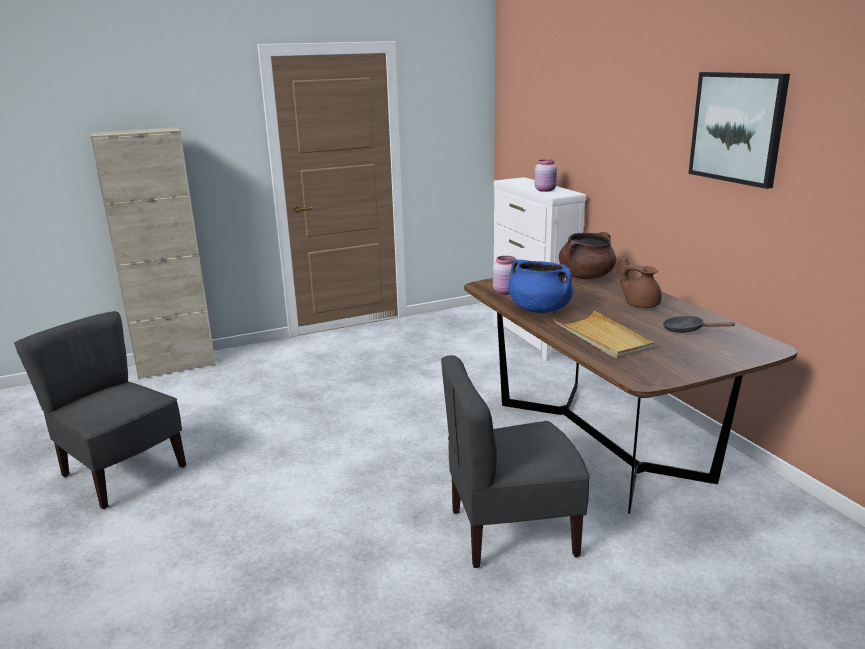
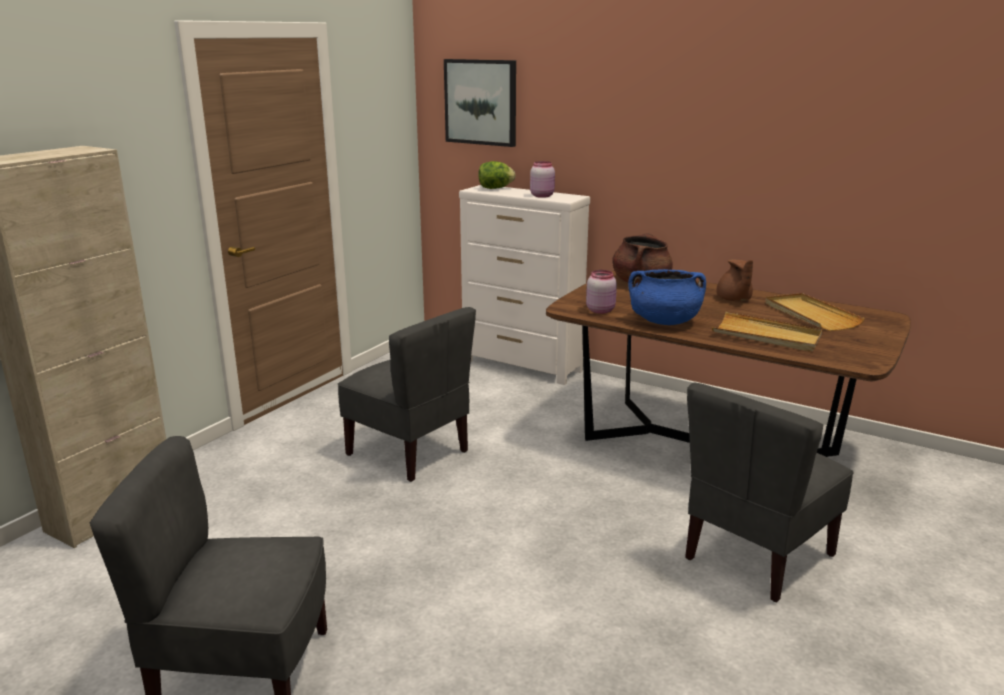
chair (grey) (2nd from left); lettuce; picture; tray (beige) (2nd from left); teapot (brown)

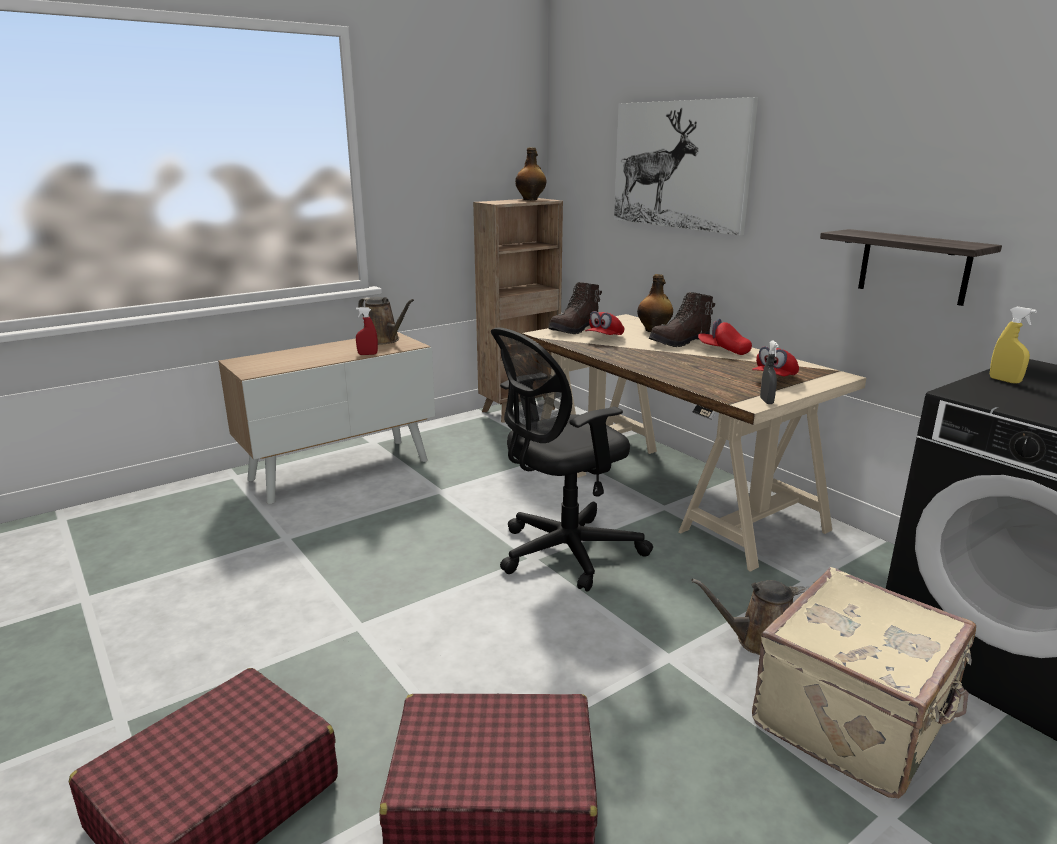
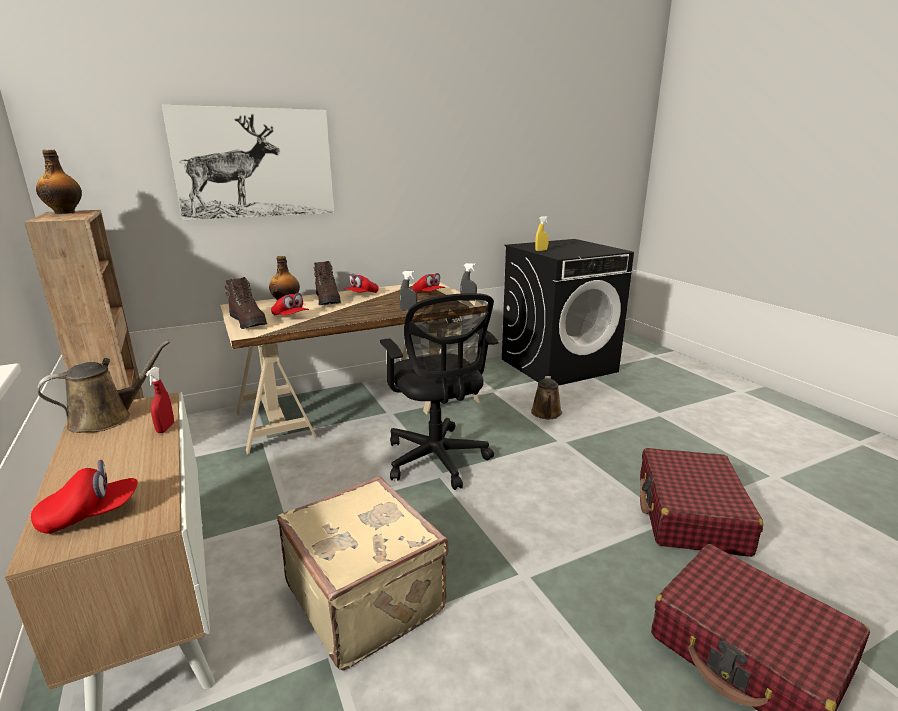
shelf; cap (red) (1st from left); spray bottle (grey) (1st from left); suitcase (beige)

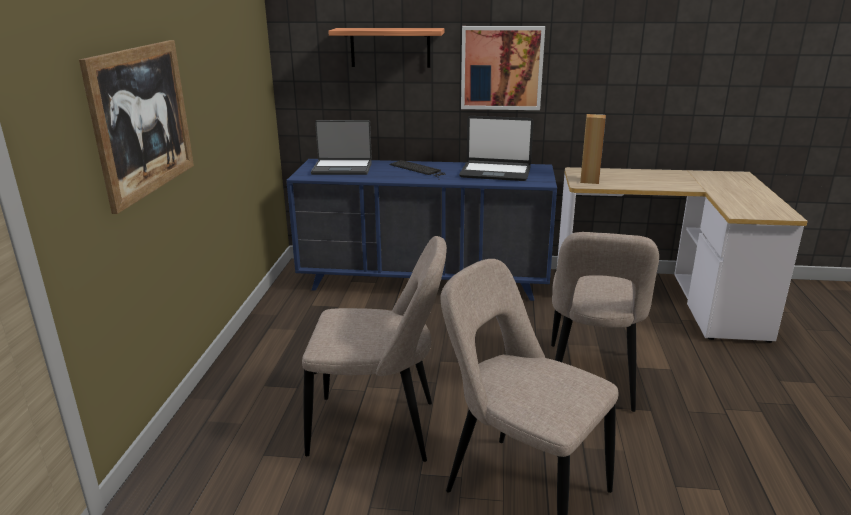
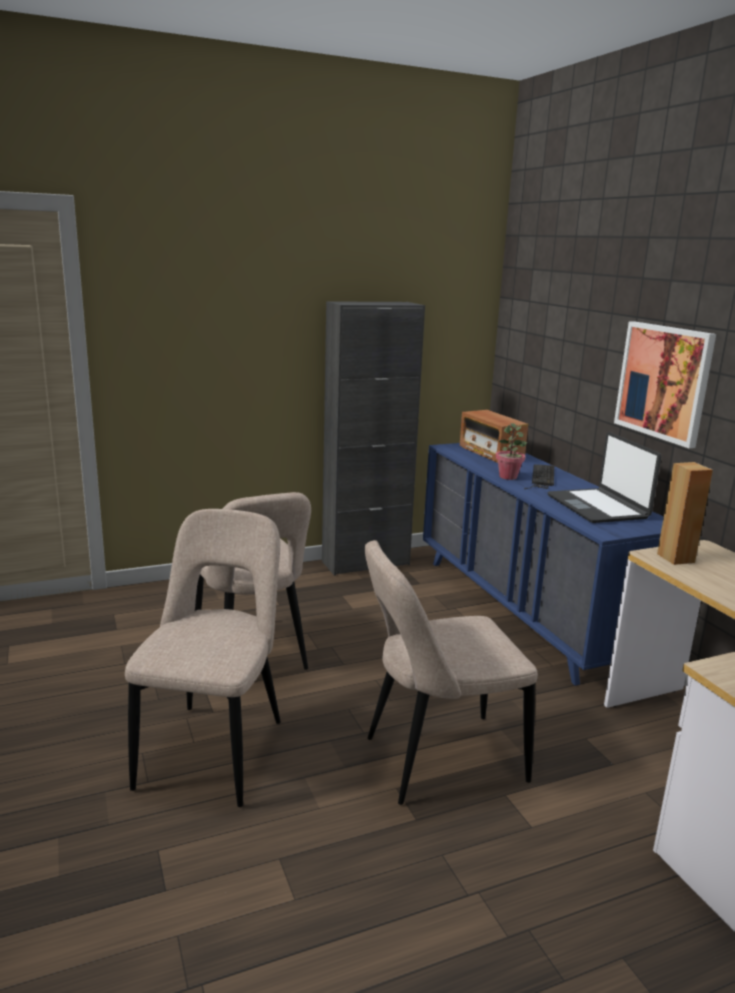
picture (1st from left in the first image); shelf; cabinet (black); potted plant; radio

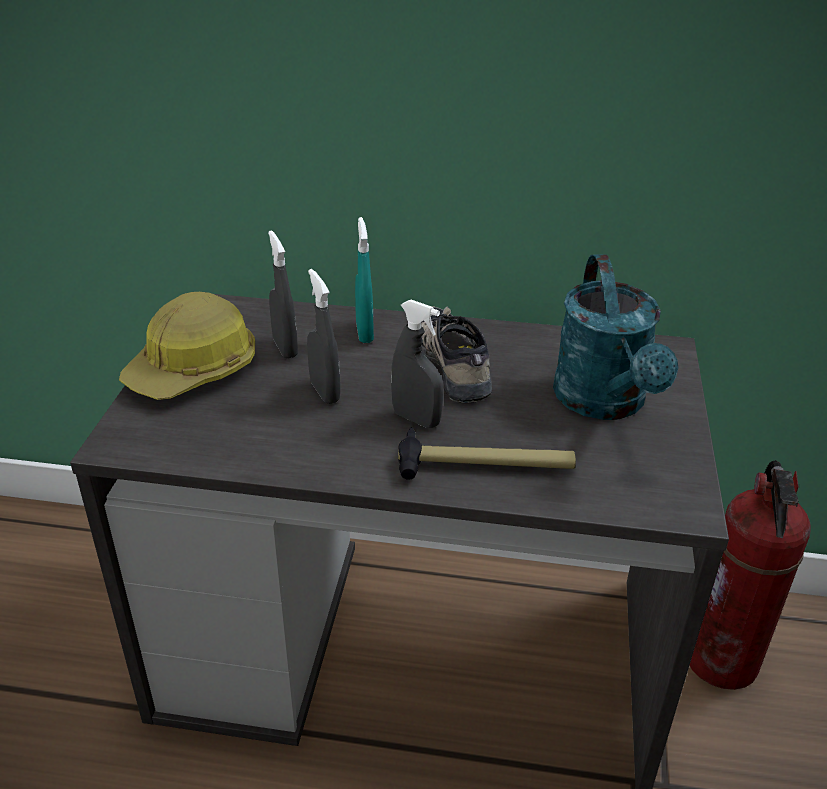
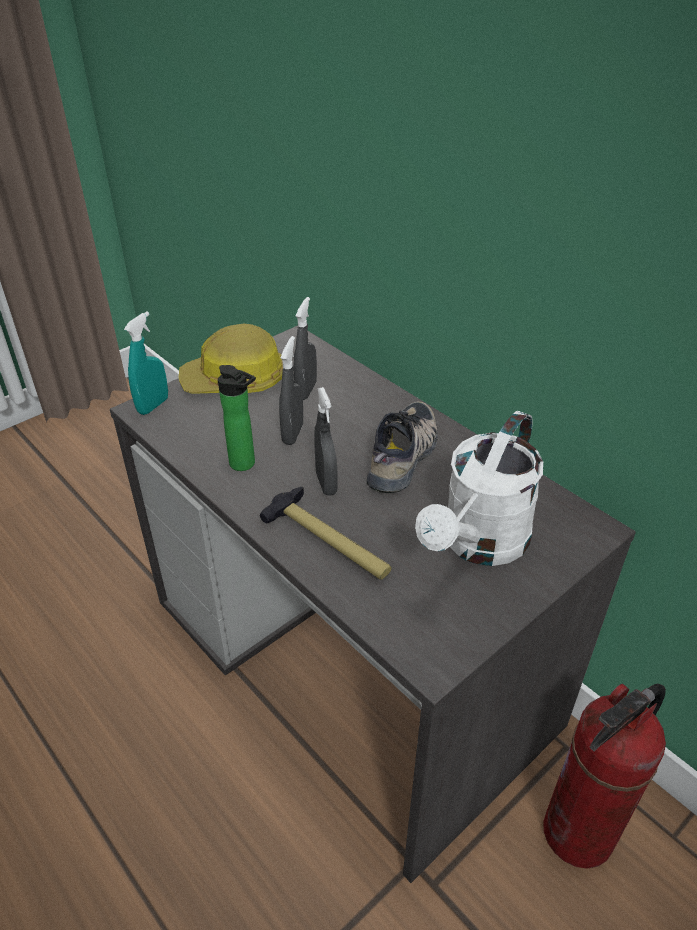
bottle; spray bottle (turquoise); watering can (white)

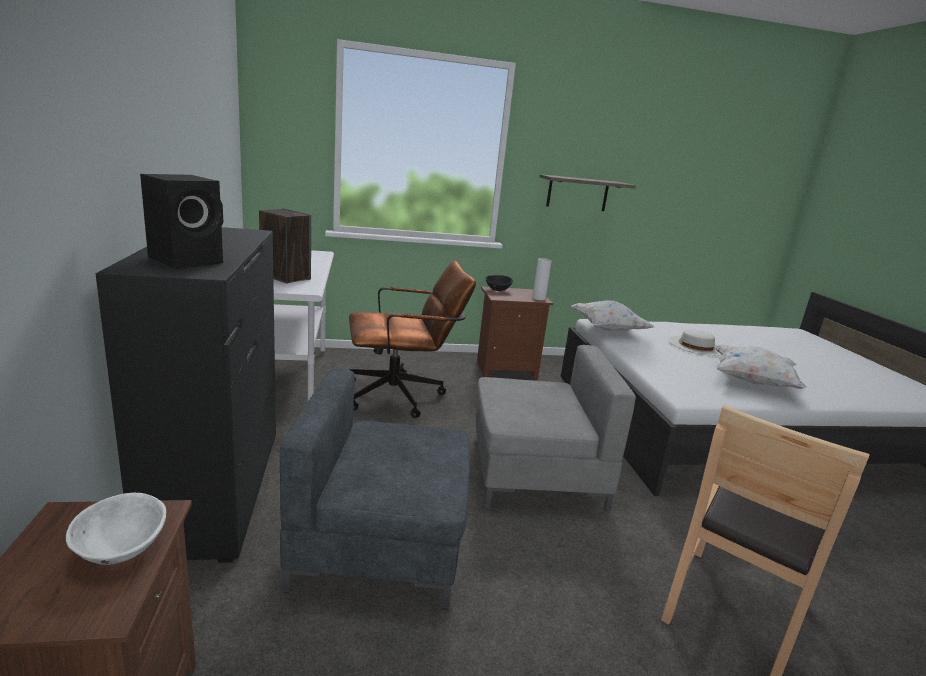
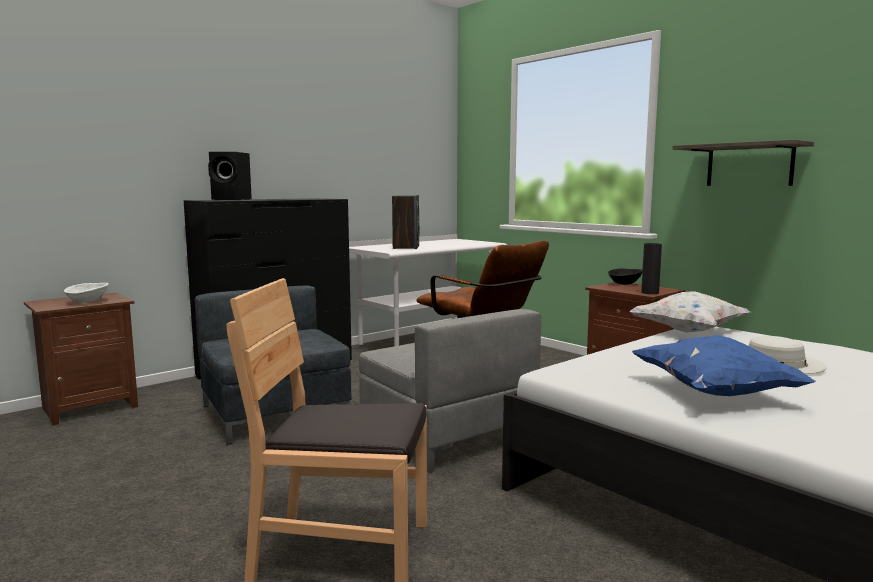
vase (black); pillow (blue)

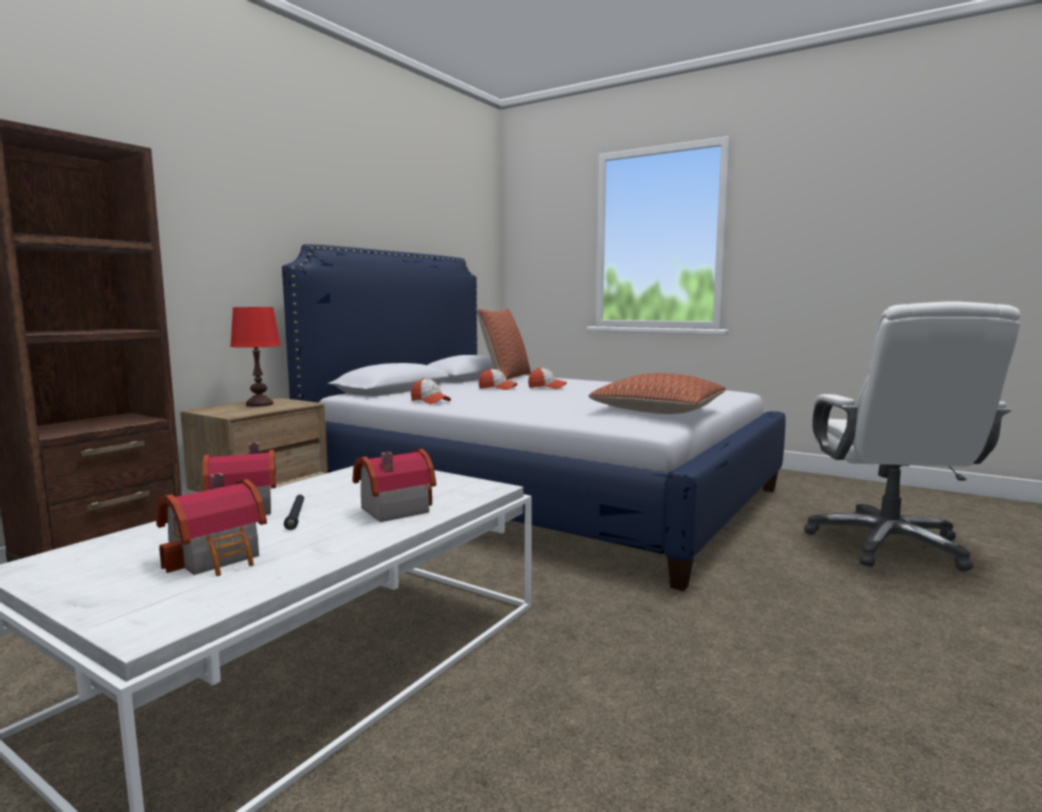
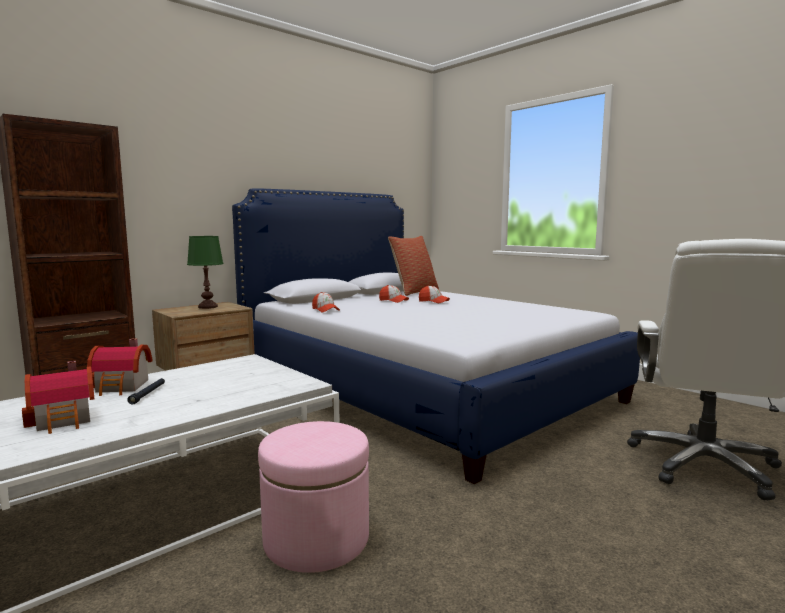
toy house (3rd from left in the first image); pillow (2nd from left in the first image); ottoman (pink); table lamp (green)

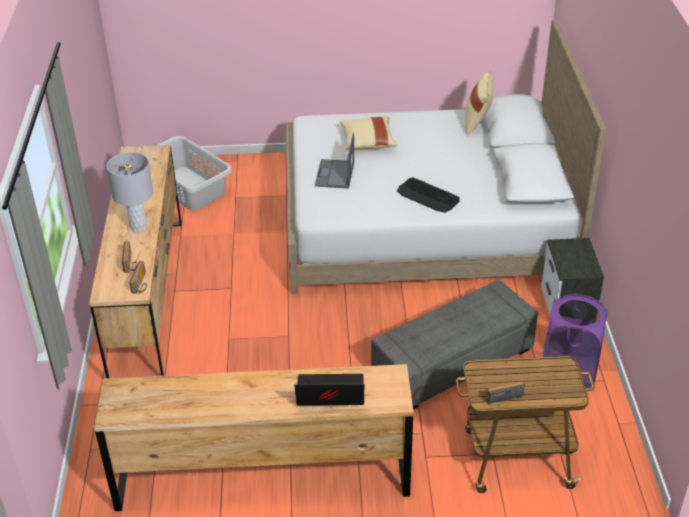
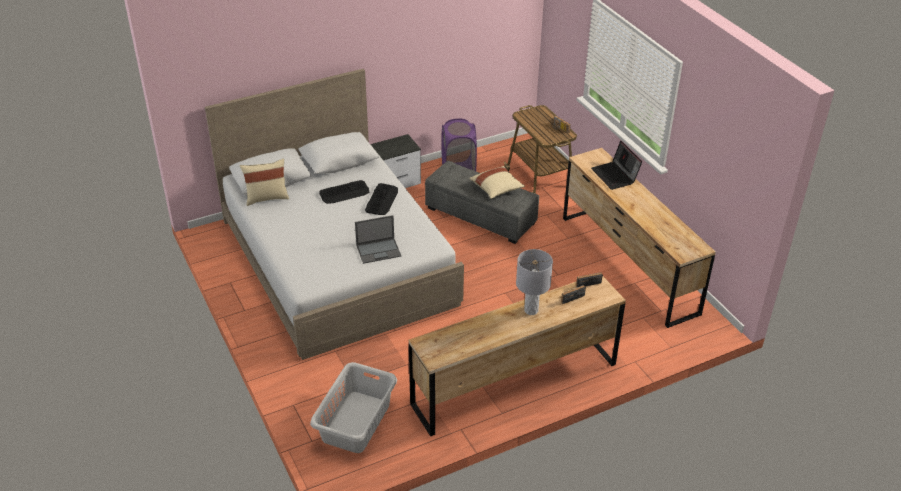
keyboard (1st from left); pillow (beige) (2nd from left)

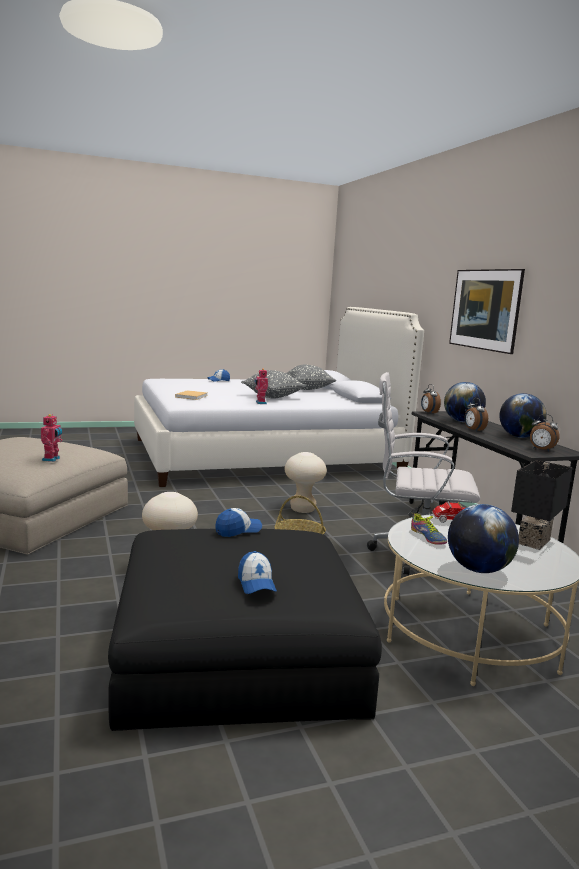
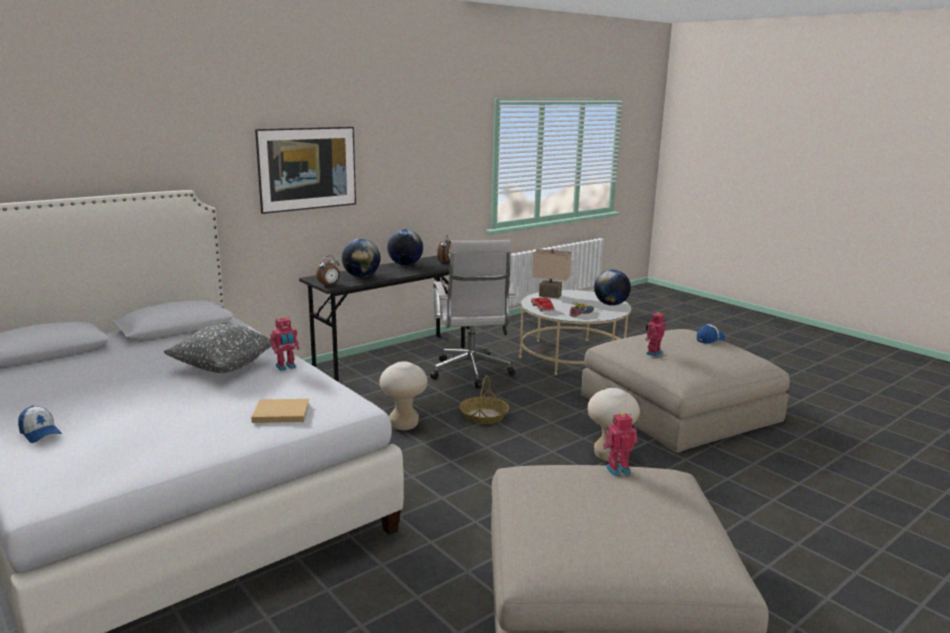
pillow (grey) (2nd from left in the first image); alarm clock (2nd from left in the first image); toy robot (3rd from left); ottoman (beige) (2nd from left); table lamp (beige)

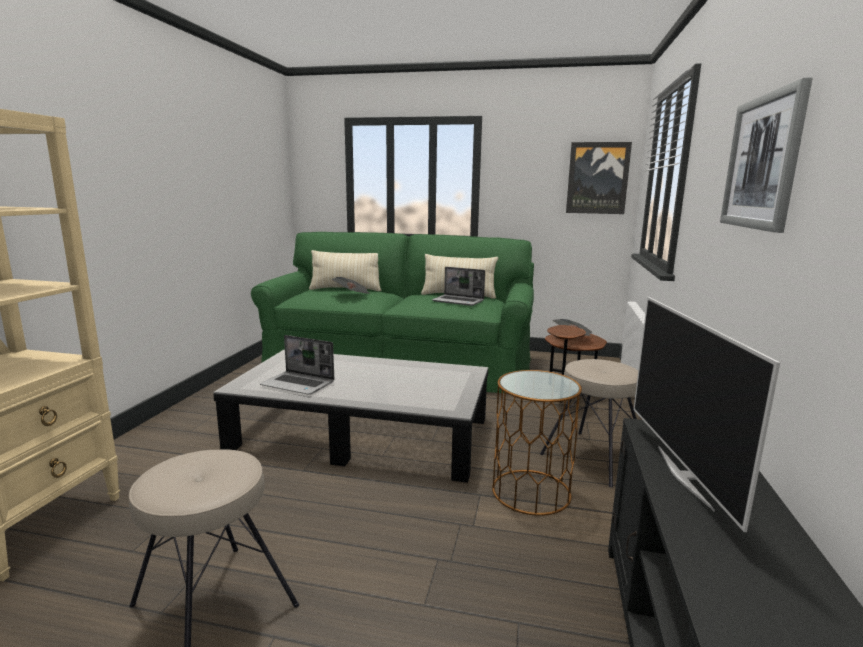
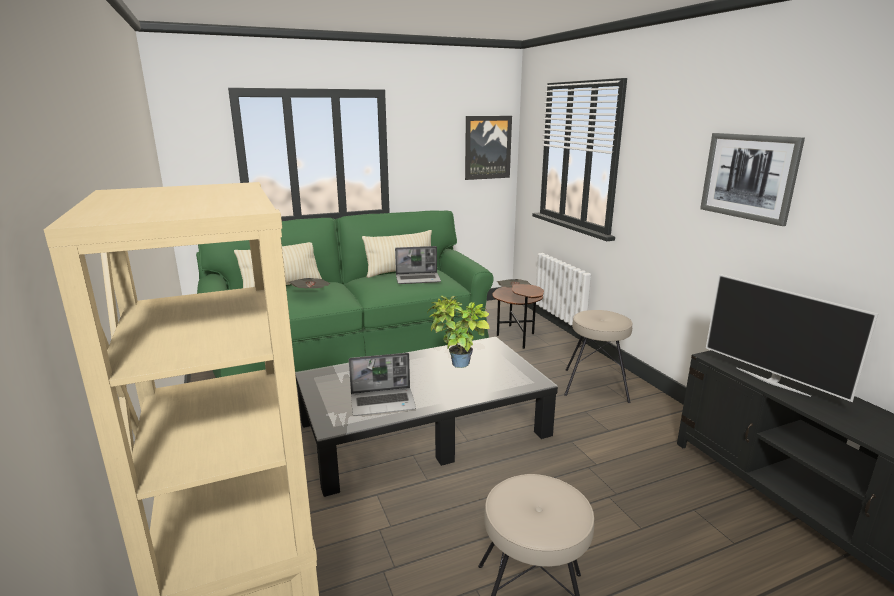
side table (brown) (1st from left in the first image); potted plant

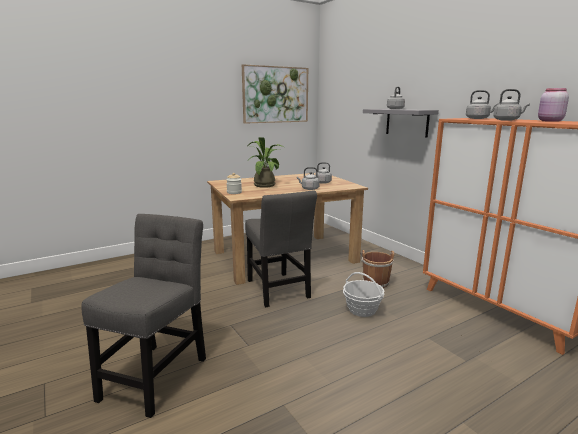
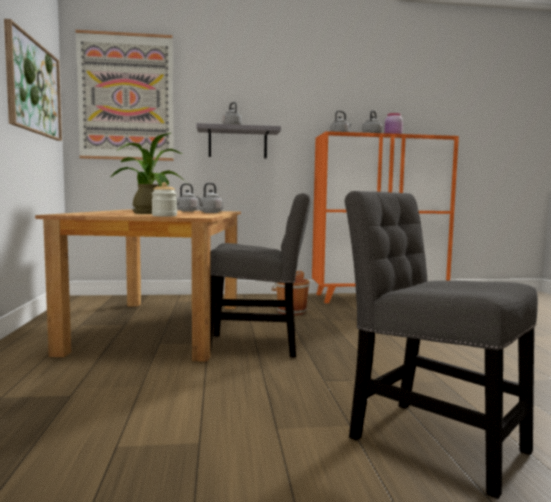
basket; picture (2nd from left)

